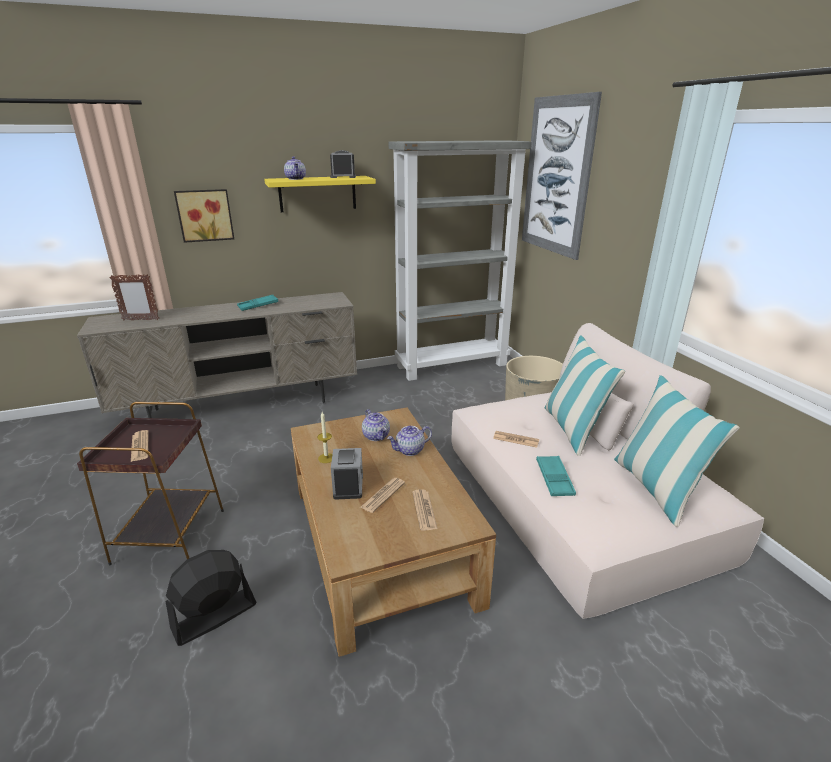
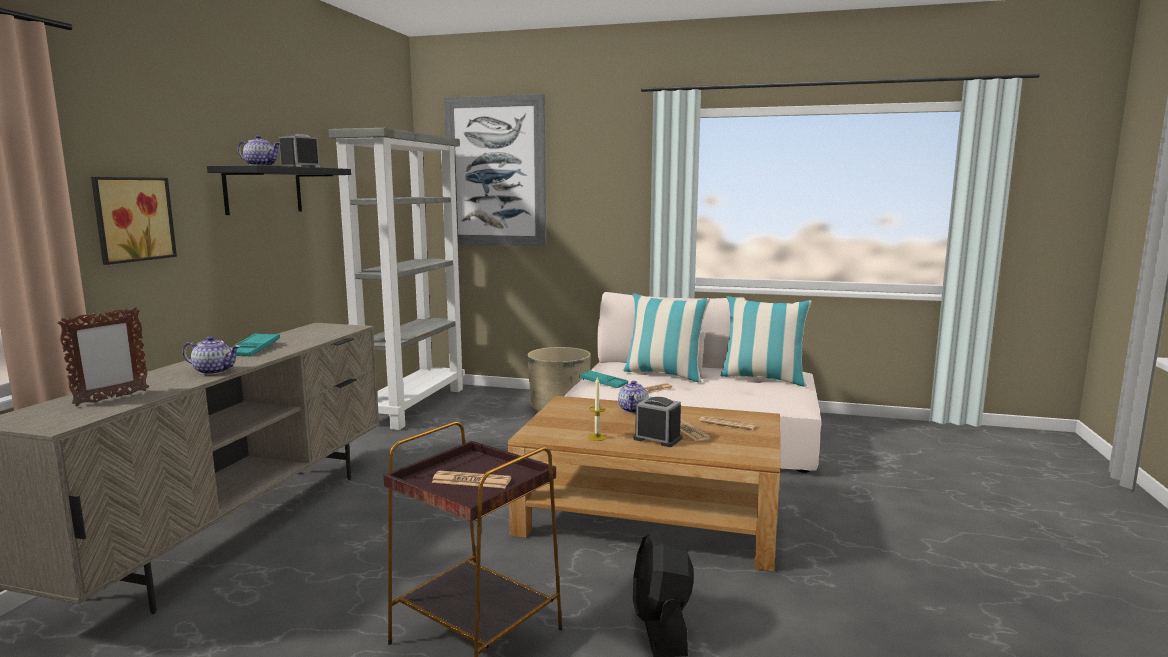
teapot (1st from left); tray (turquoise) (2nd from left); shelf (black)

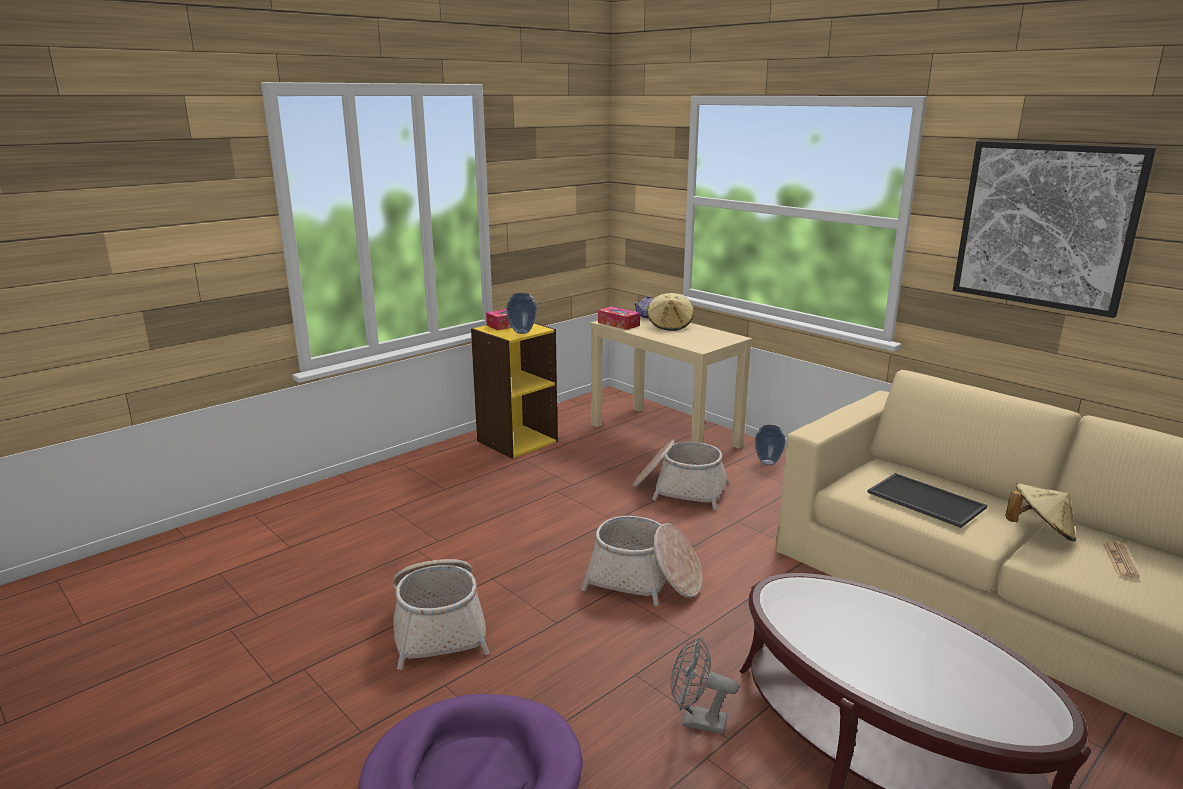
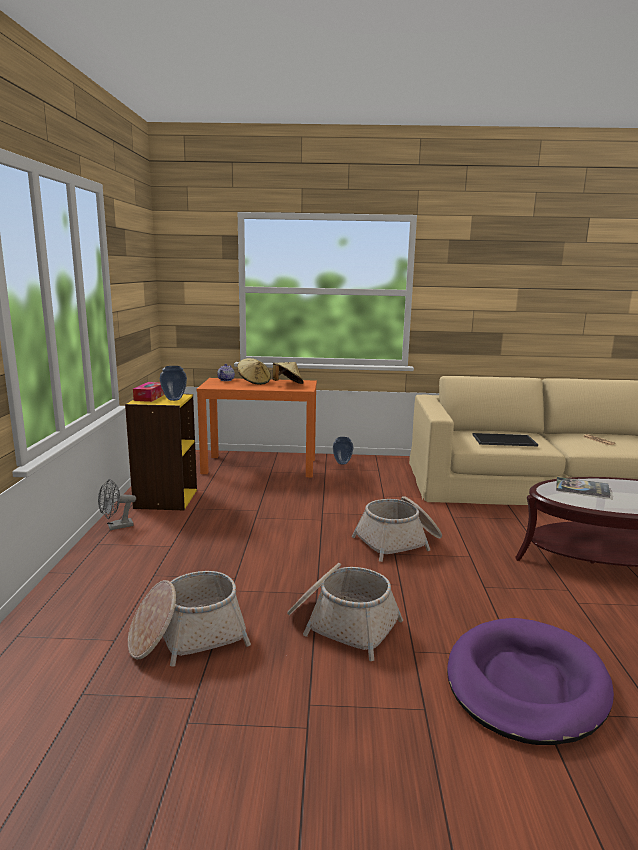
tissue box (2nd from left in the first image); picture; book; basket (1st from left); fan (grey); hat (beige) (2nd from left); console table (orange)

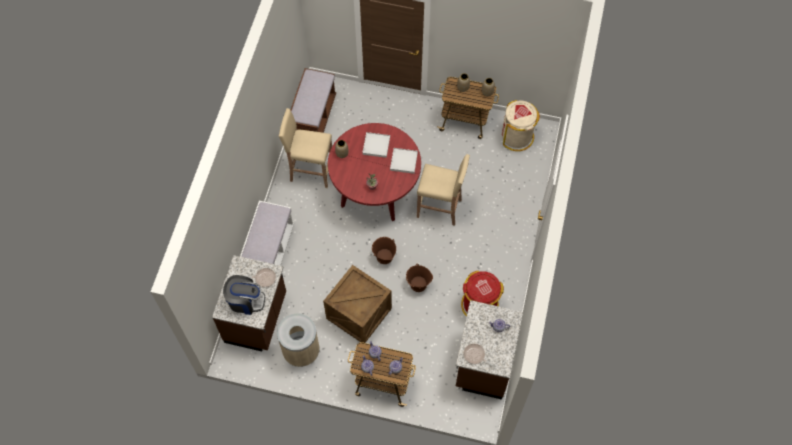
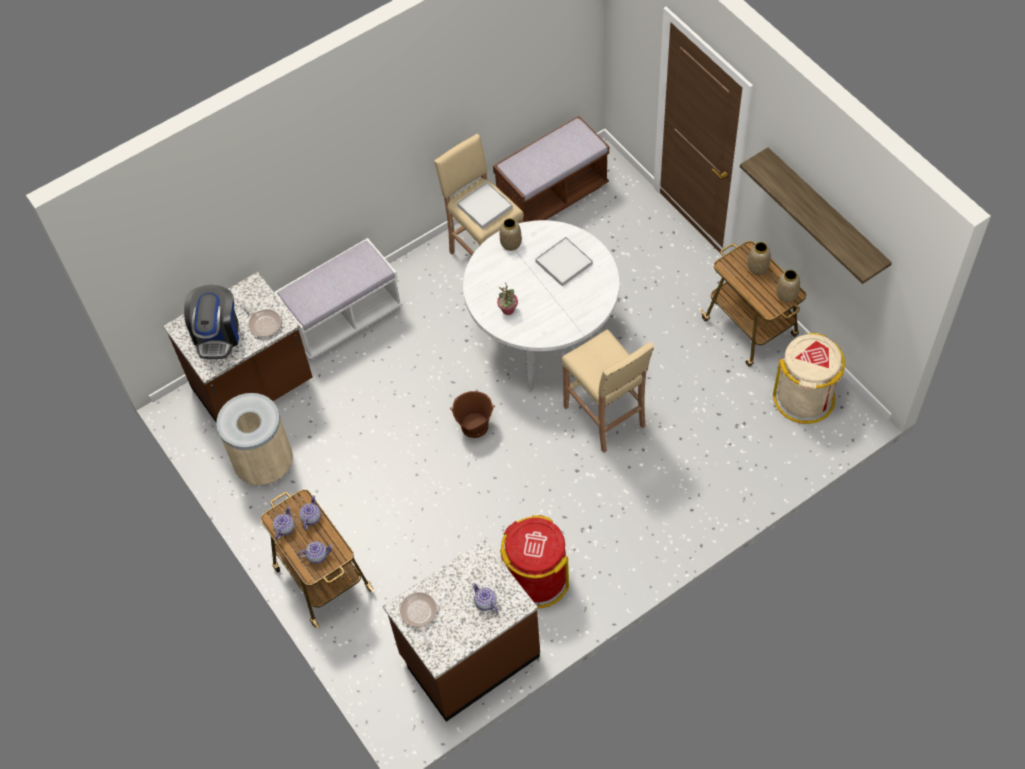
crate; bucket (brown) (2nd from left in the first image); shelf; tray (white) (1st from left); dining table (white); coffee machine

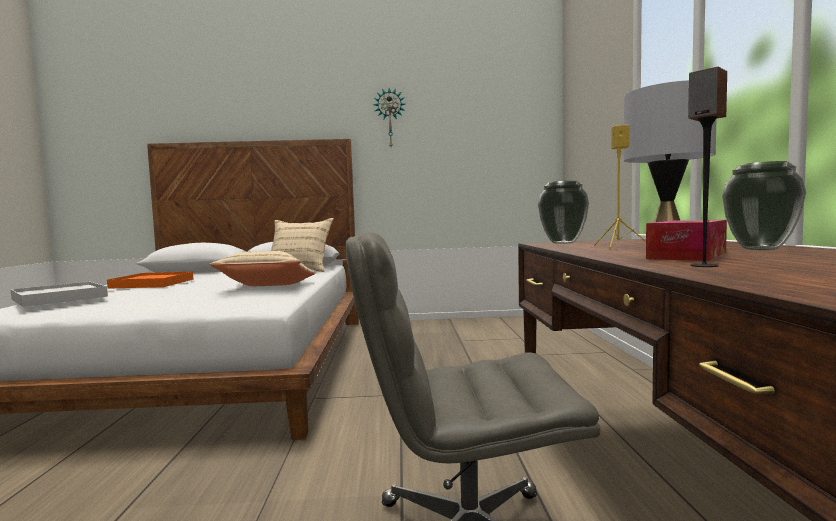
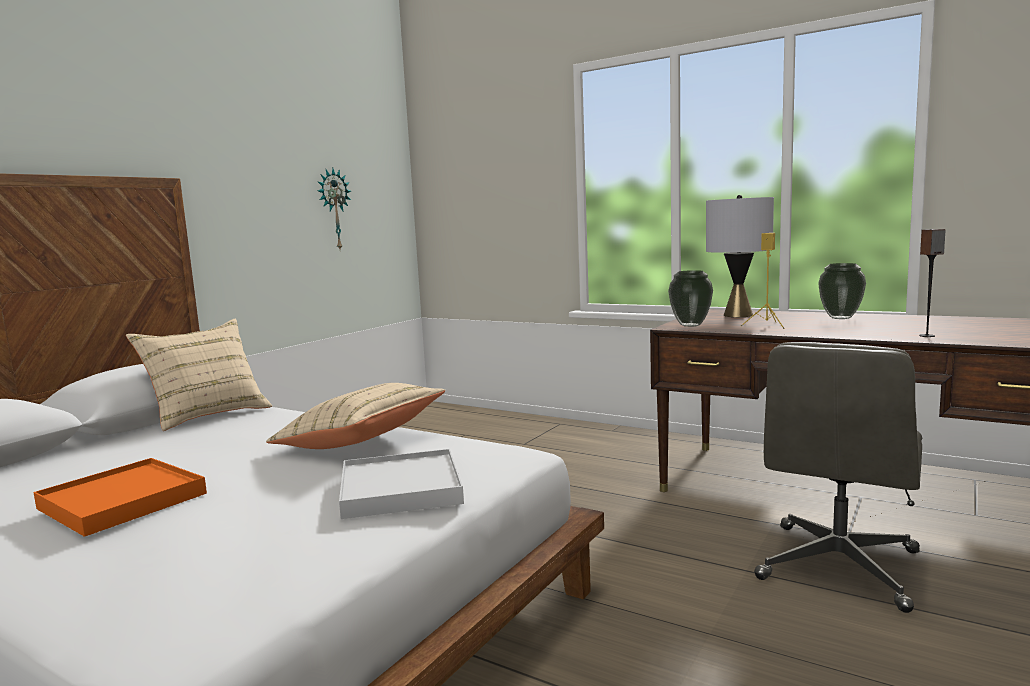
tissue box; tray (white); wall clock

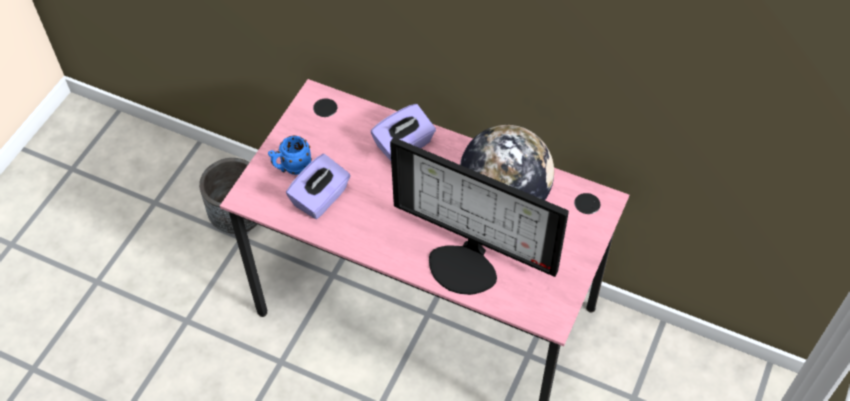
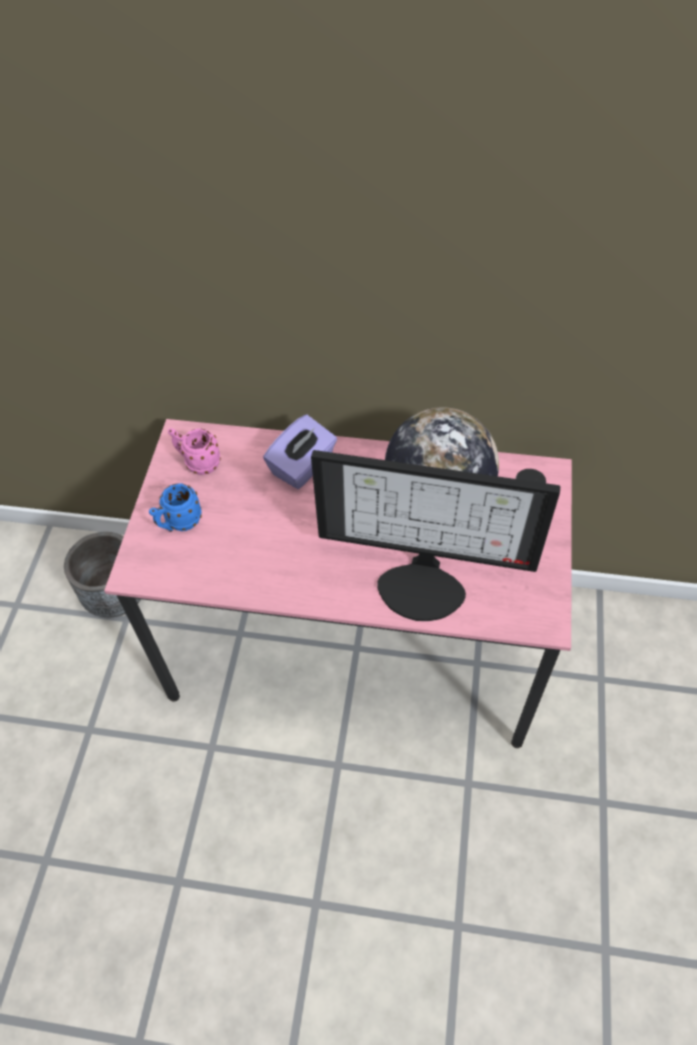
tissue box (purple) (1st from left in the first image); mug (pink)

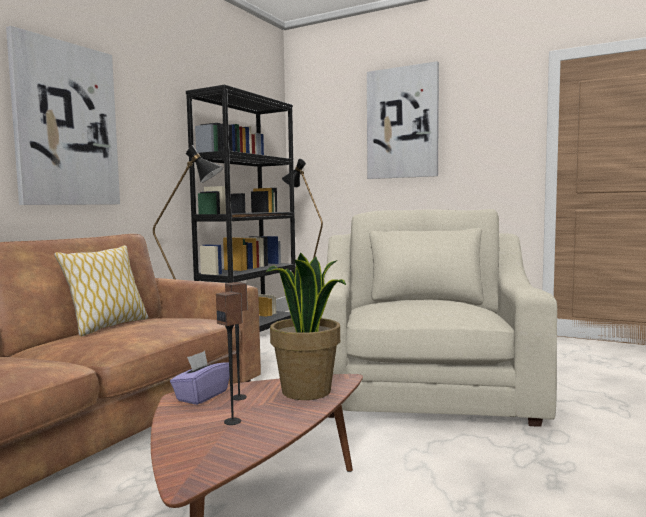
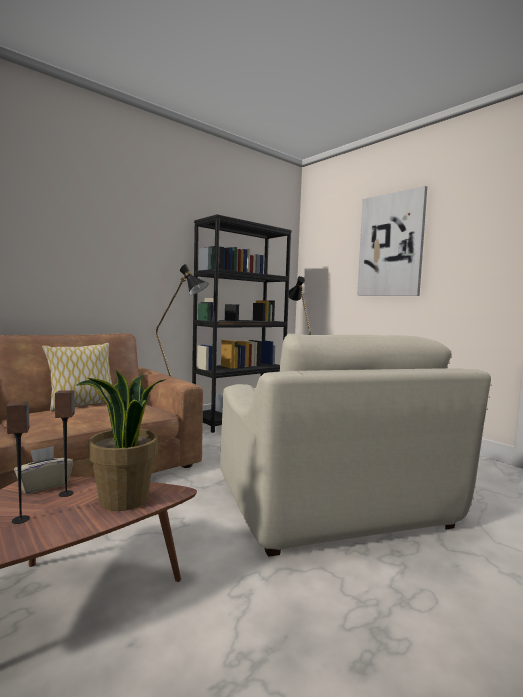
picture (1st from left in the first image); tissue box (beige); armchair (beige)

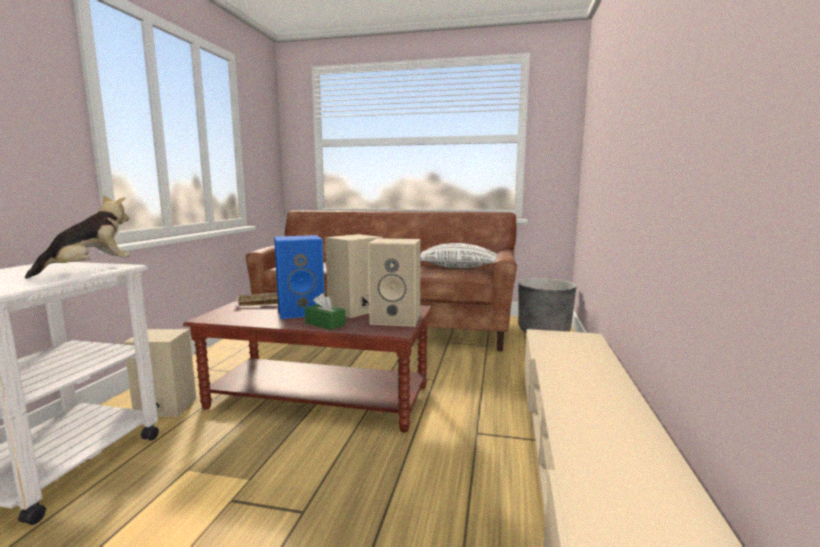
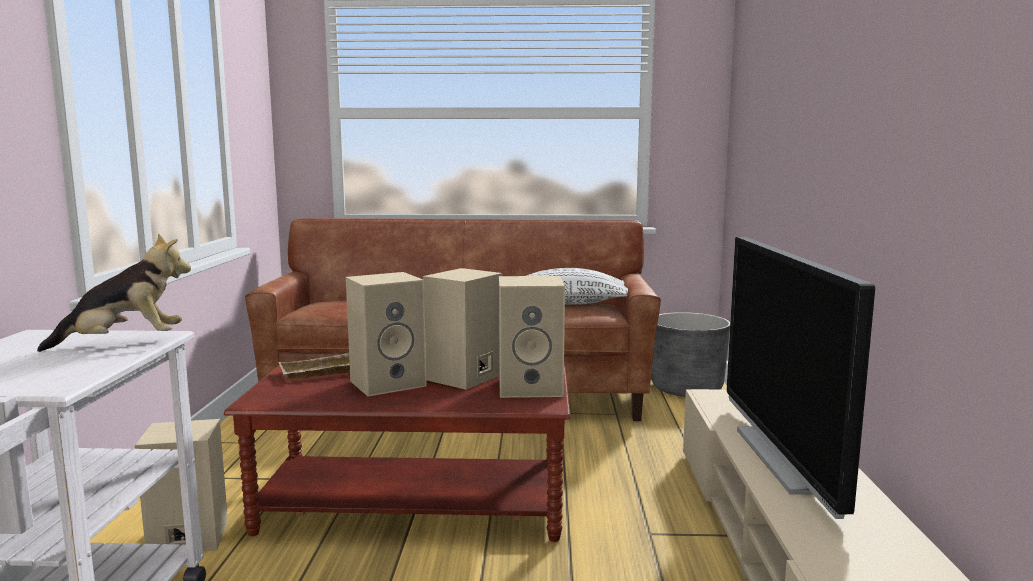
tissue box (green); television; speaker (beige) (2nd from left); plush toy

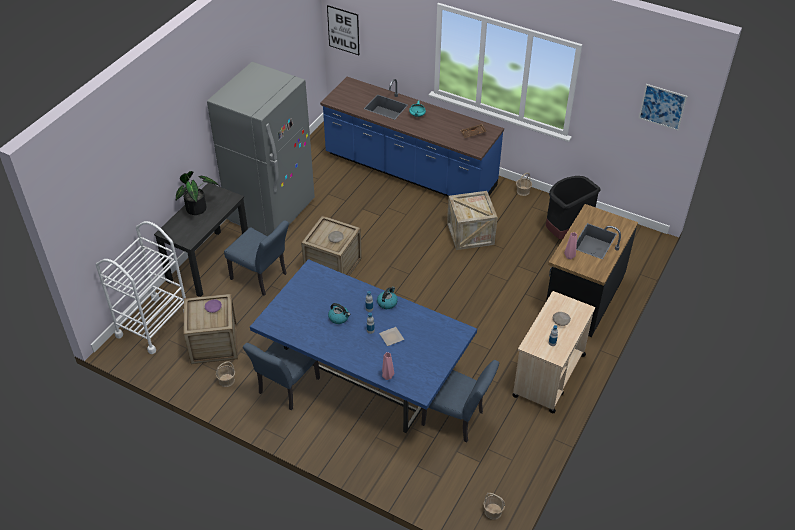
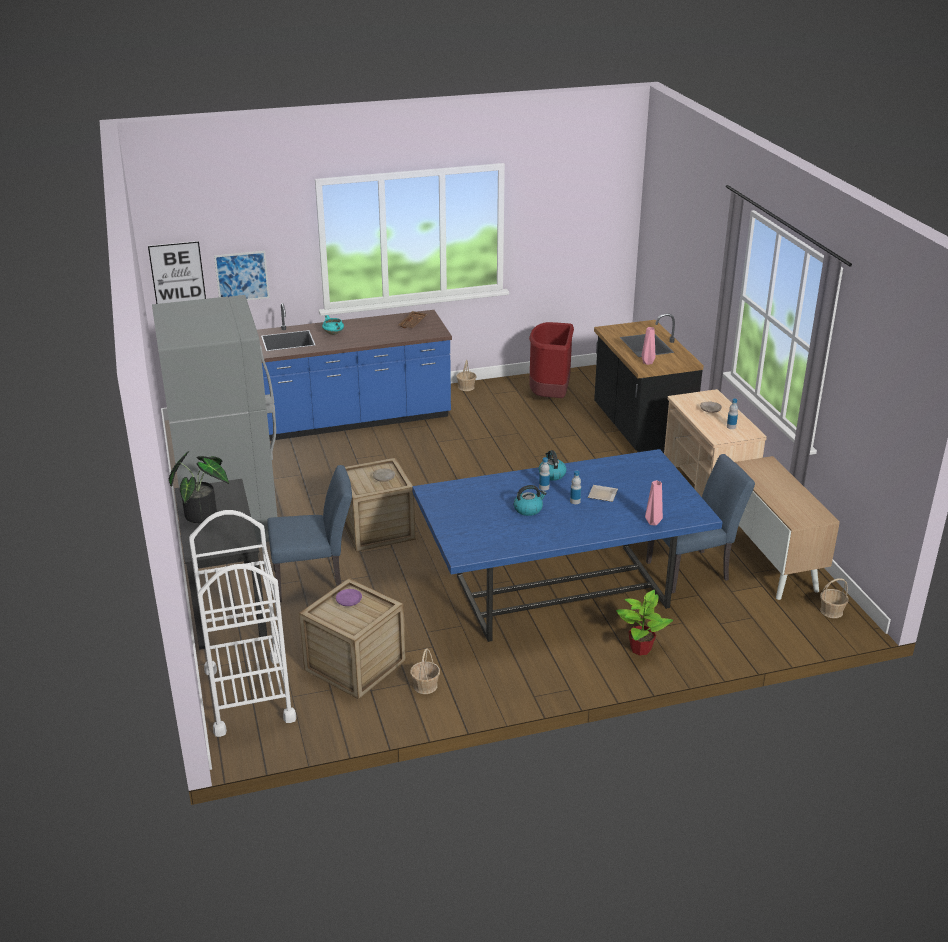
chair (blue) (2nd from left in the first image); crate (3rd from left in the first image); potted plant (2nd from left); cabinet; picture (2nd from left); trash can (red)

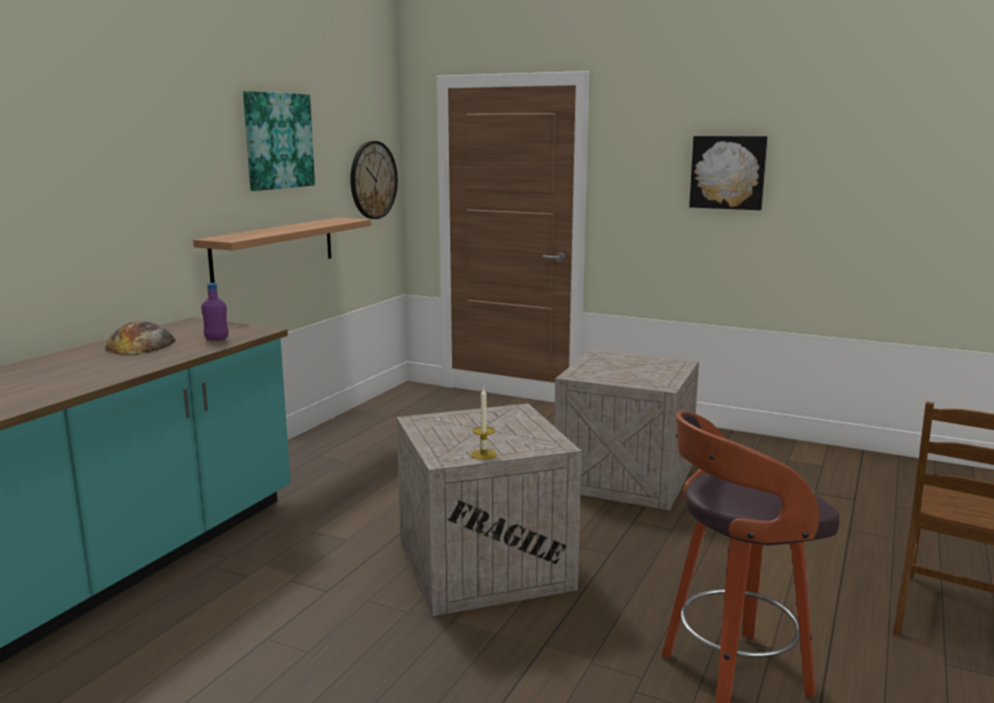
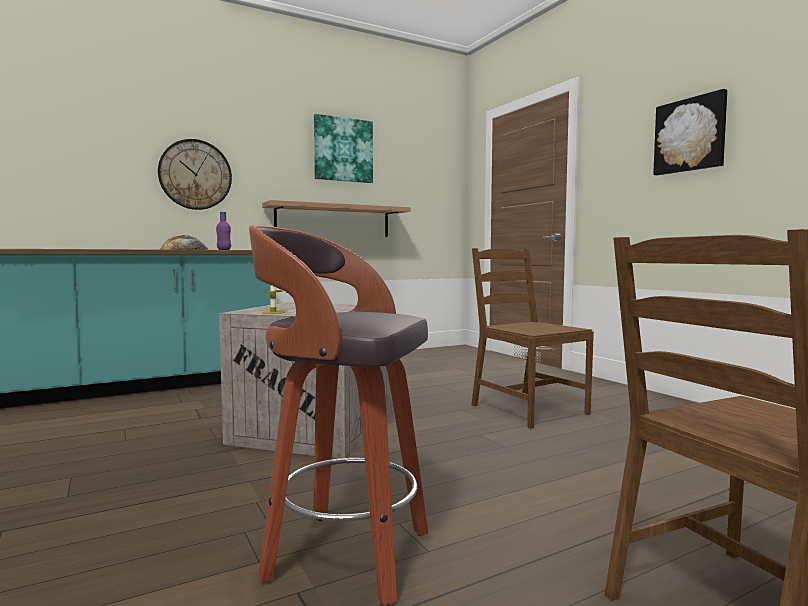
wall clock; chair (brown) (1st from left)

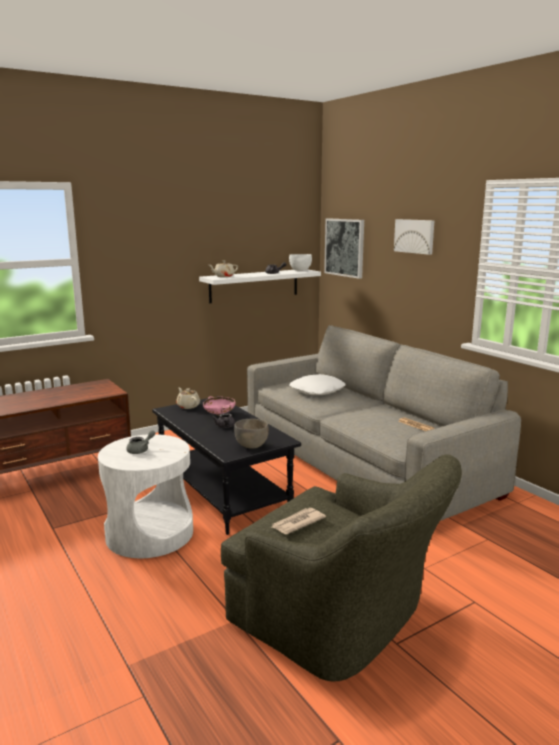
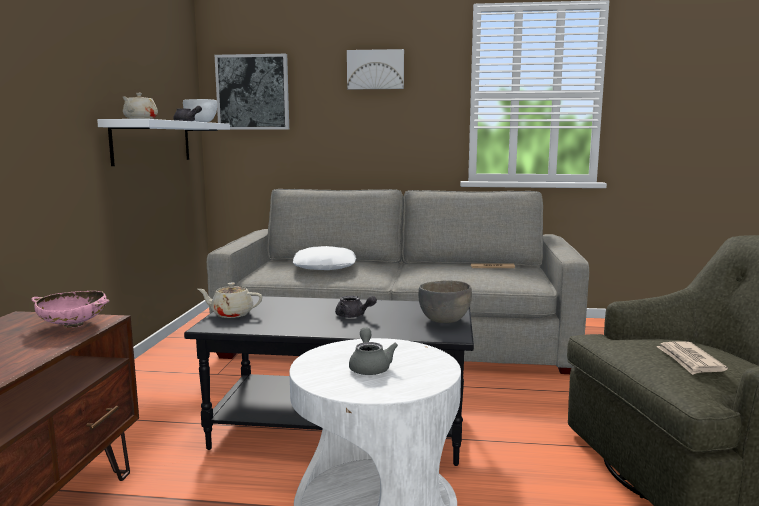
bowl (pink)

